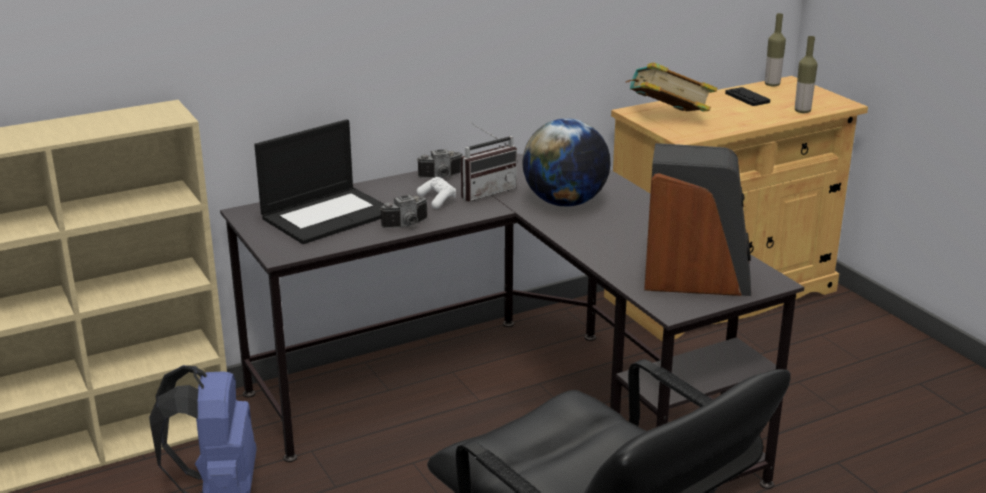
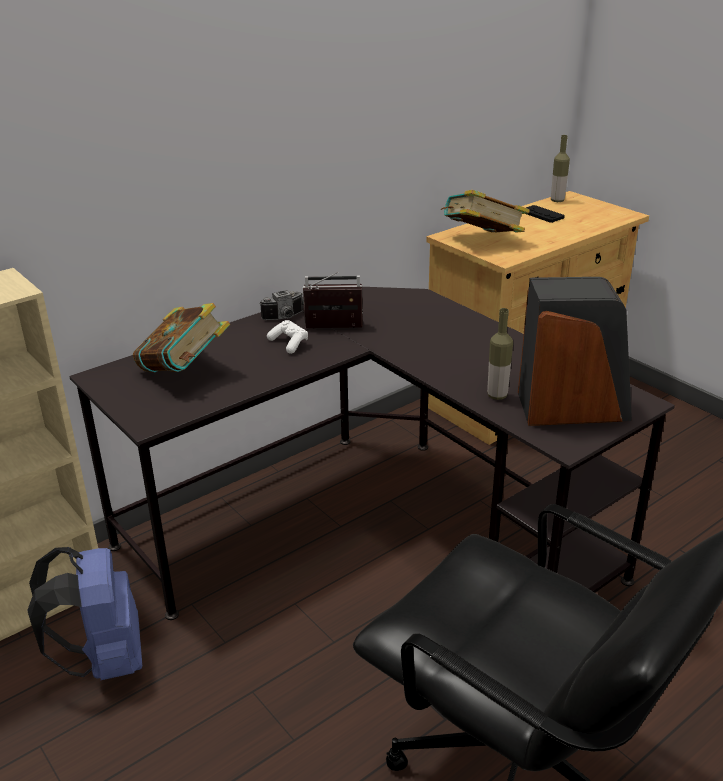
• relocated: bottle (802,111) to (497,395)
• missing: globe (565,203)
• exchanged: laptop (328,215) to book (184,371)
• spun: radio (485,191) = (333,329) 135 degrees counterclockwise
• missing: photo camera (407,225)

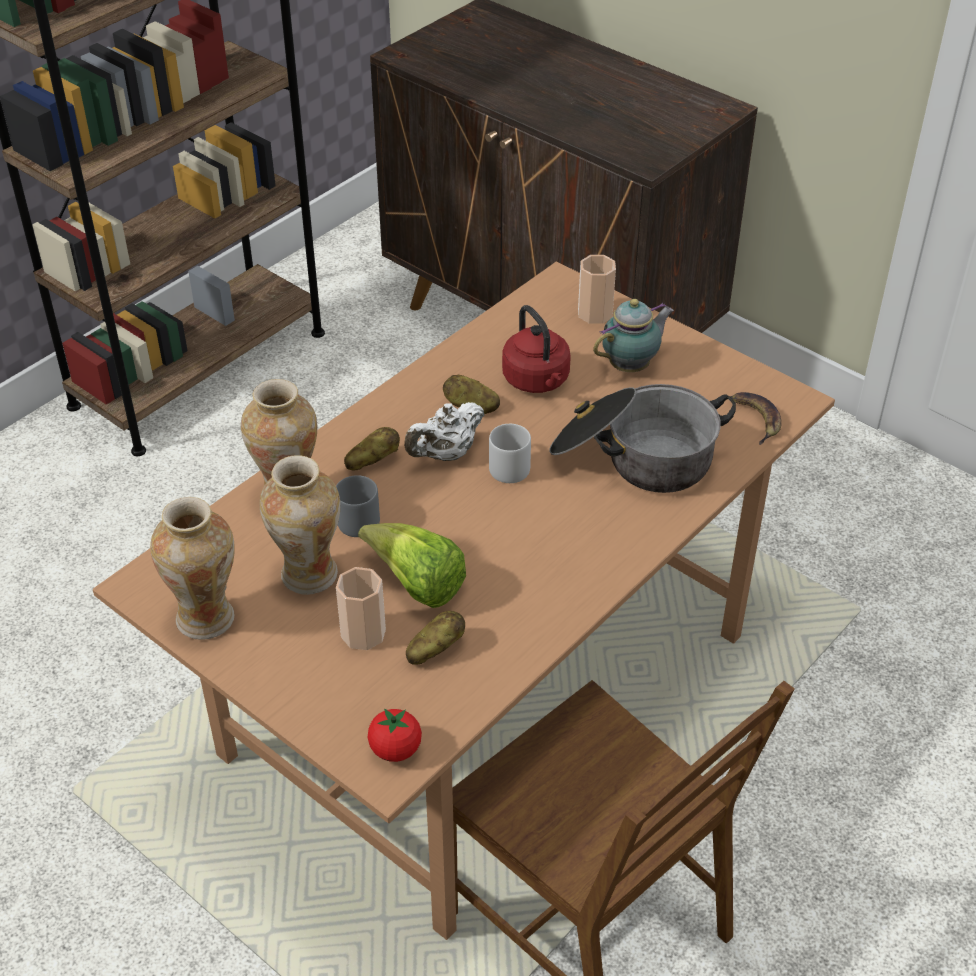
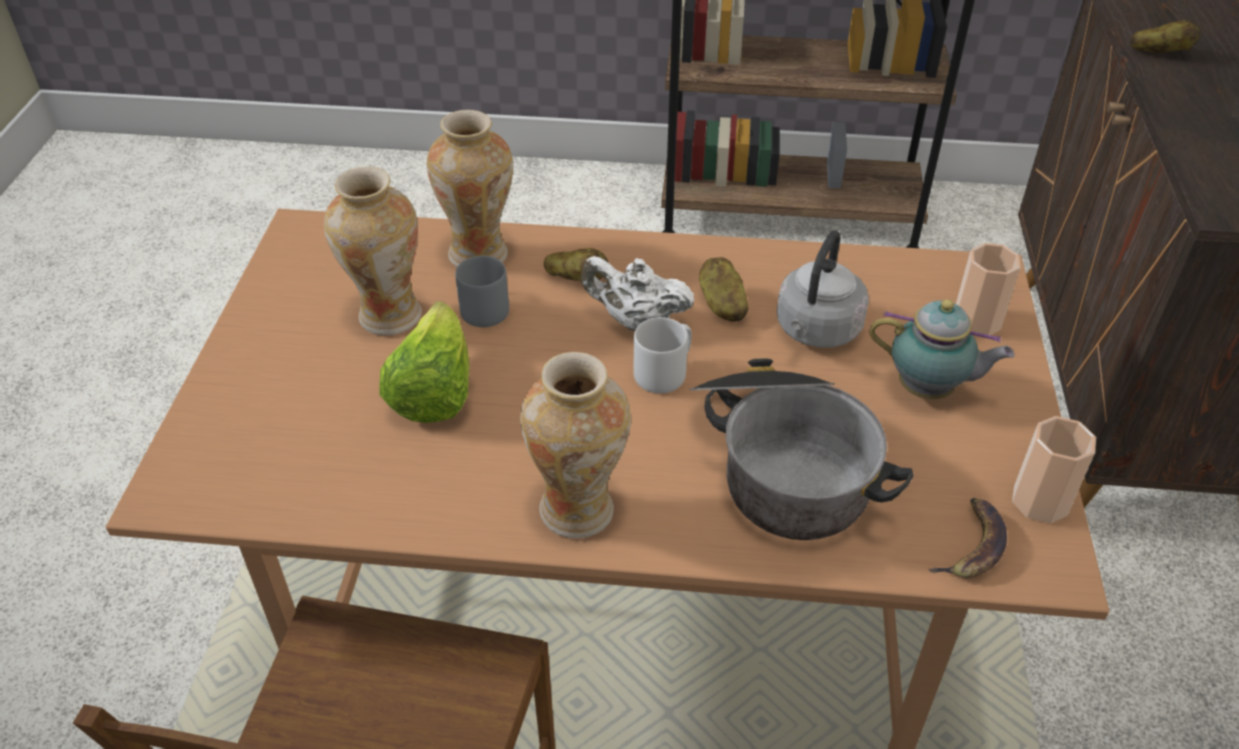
• colour: red kettle (537,381) to grey kettle (816,331)
• relocated: vase (207,617) to (579,510)
• relocated: cup (363,633) to (1040,501)
• relocated: potato (435,649) to (1159,53)
• missing: tomato (395,749)

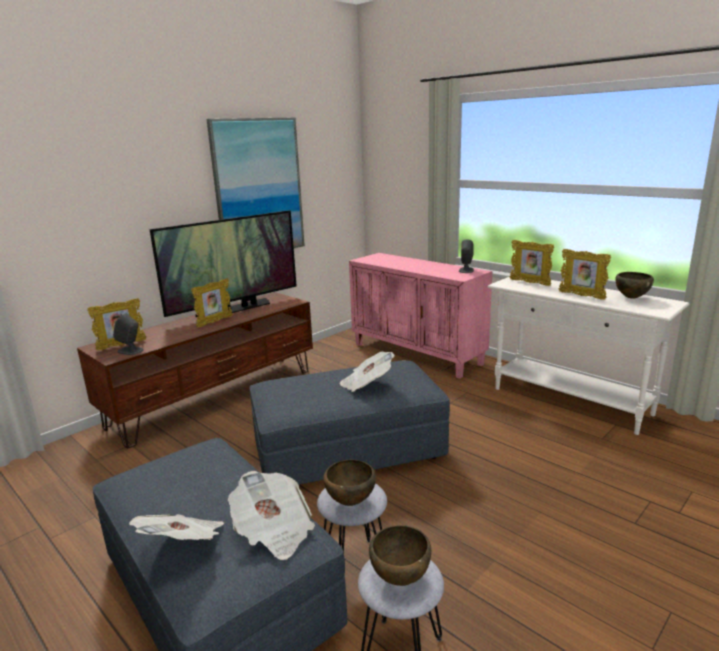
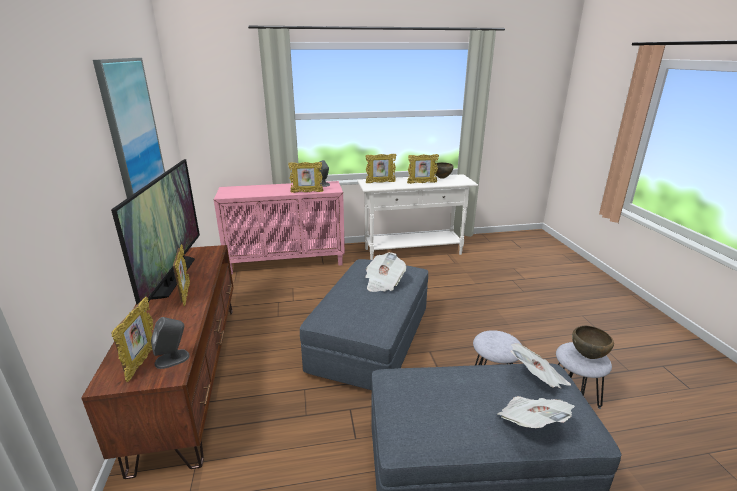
• missing: brown bowl (350,502)
• appeared: picture frame (307,192)

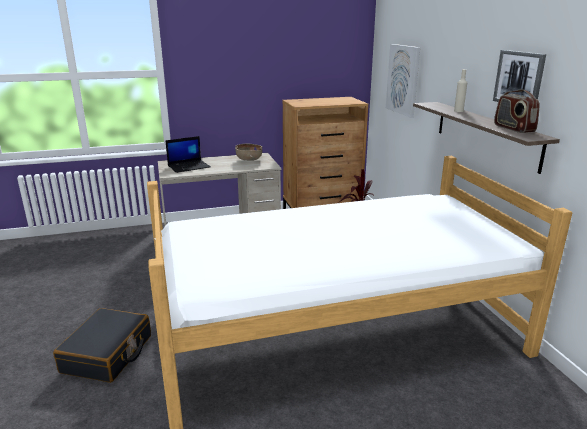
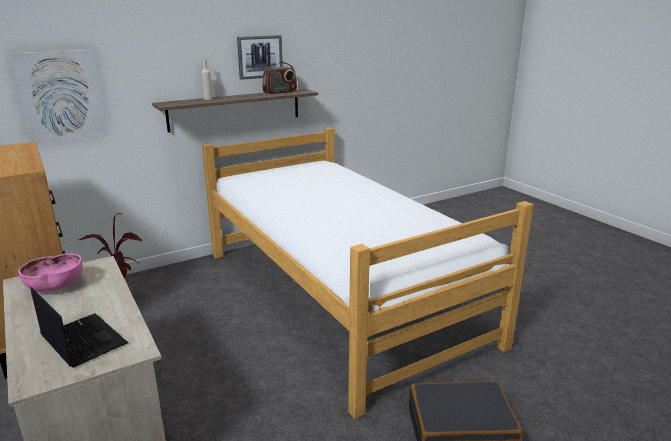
• colour: brown bowl (249,160) to pink bowl (55,287)

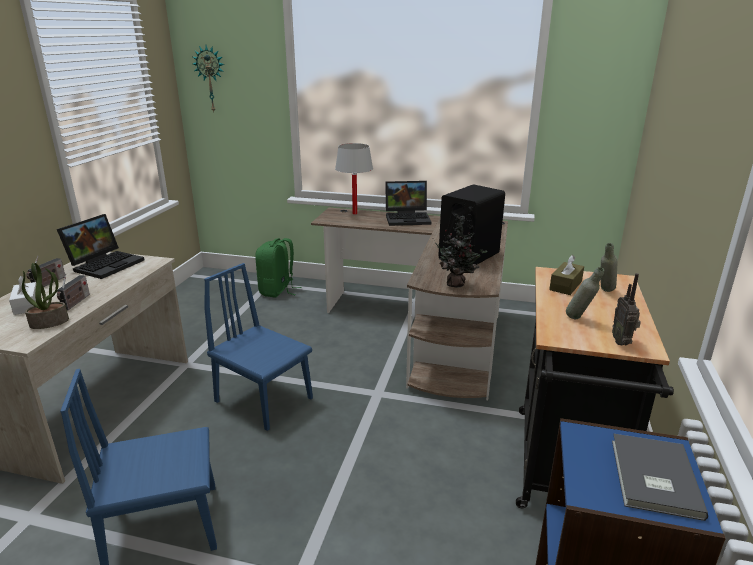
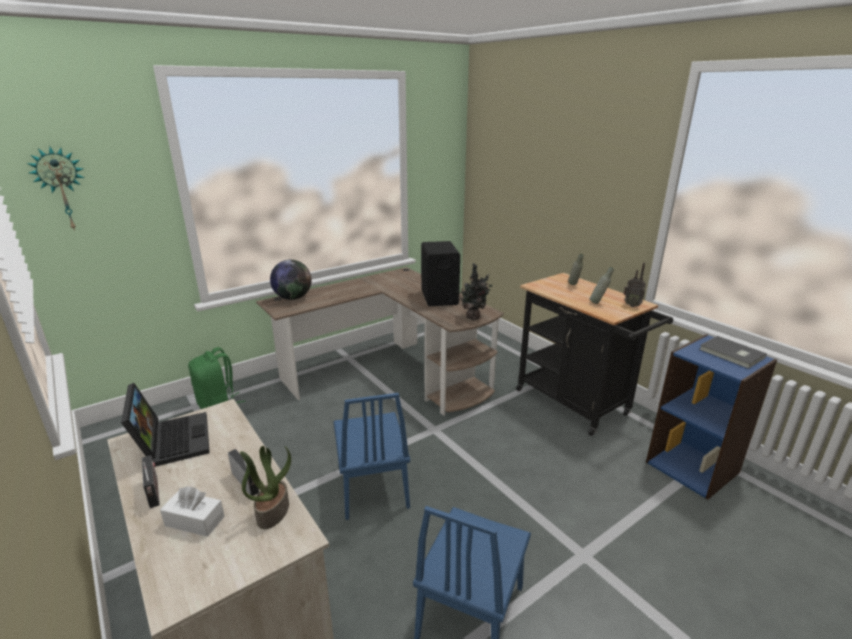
• exchanged: white table lamp (354,213) to globe (293,298)
• missing: laptop (408,218)
• missing: brown tissue box (565,285)
• spun: blue chair (264,400) = (372,486) 90 degrees counterclockwise

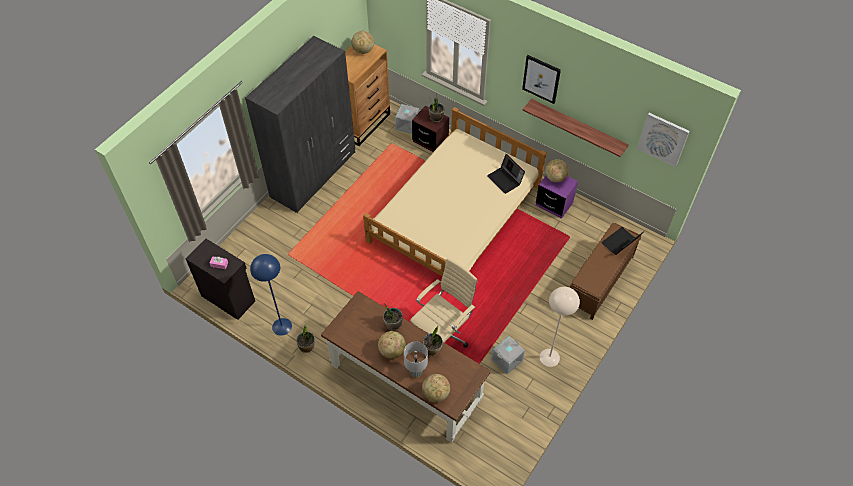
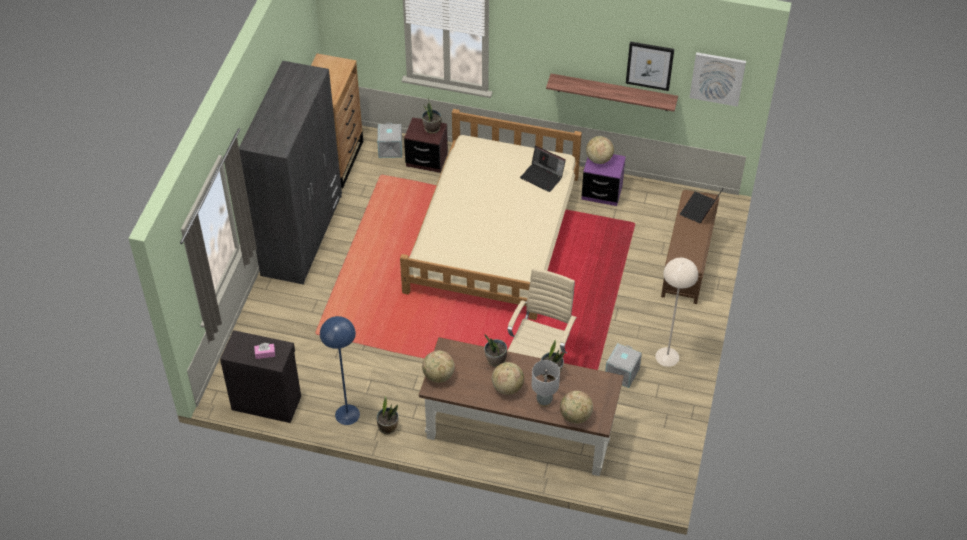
• relocated: globe (363,51) to (438,376)
• relocated: picture (541,79) to (649,65)

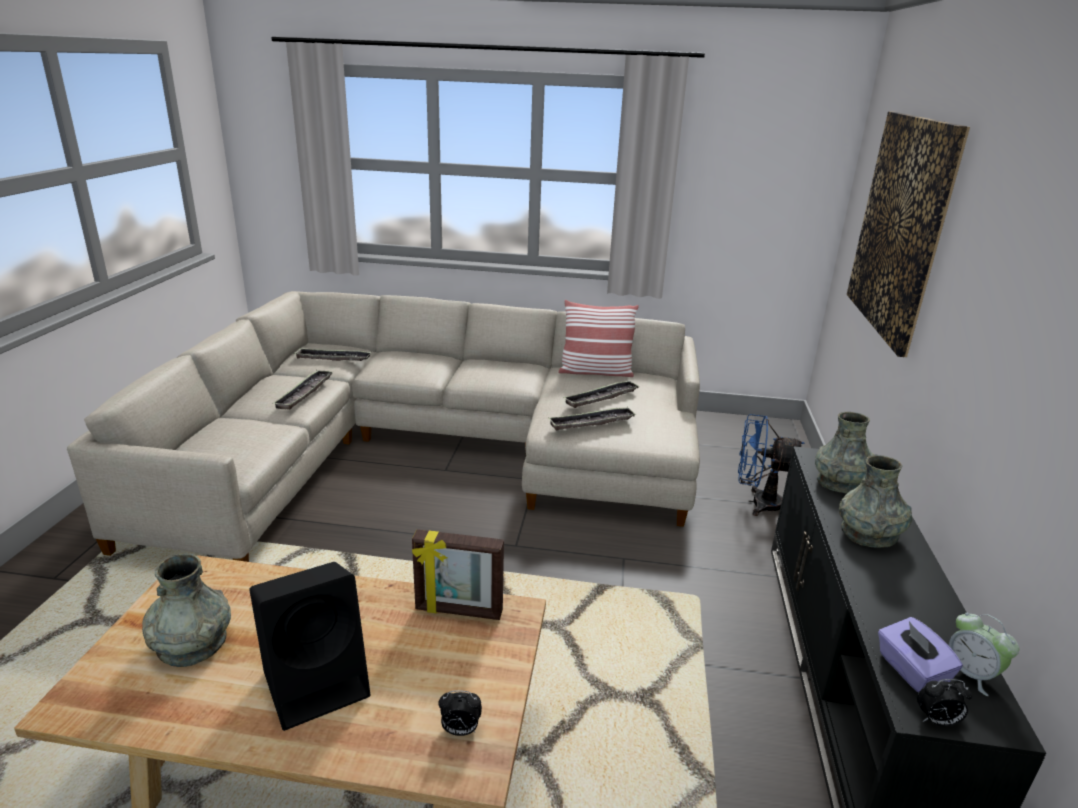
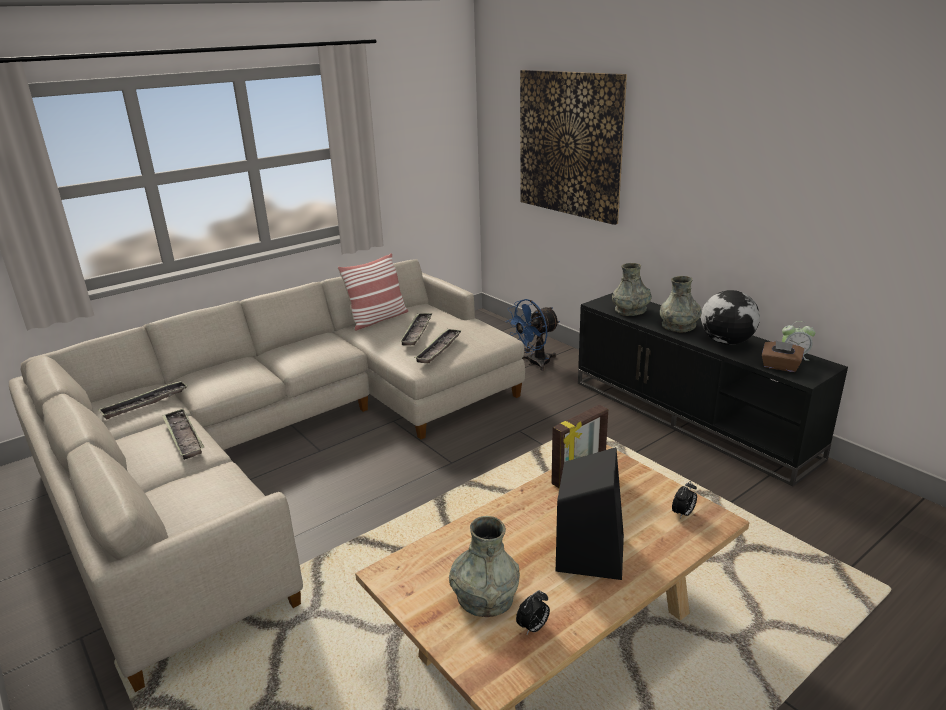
• colour: purple tissue box (910,670) to brown tissue box (780,366)
• relocated: alarm clock (936,721) to (533,628)
• appeared: globe (726,342)

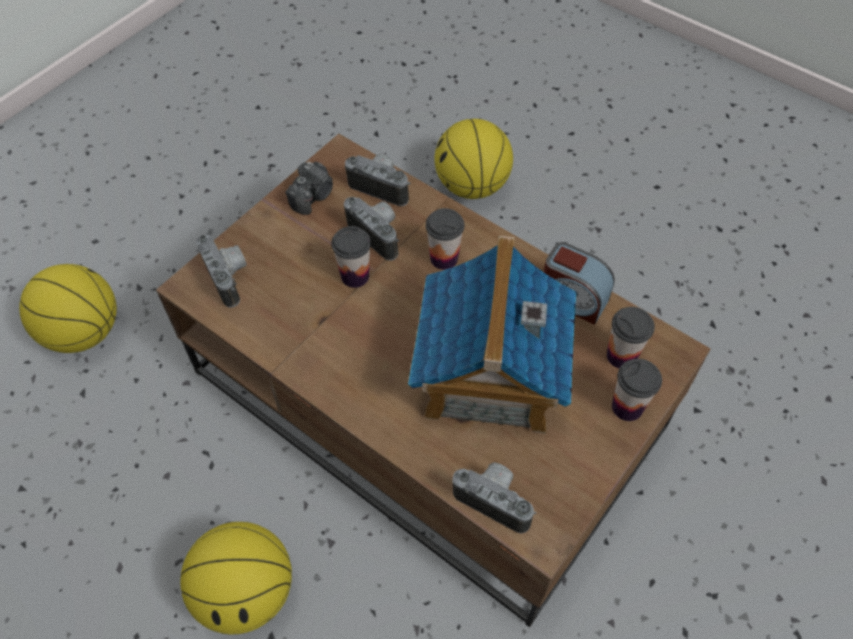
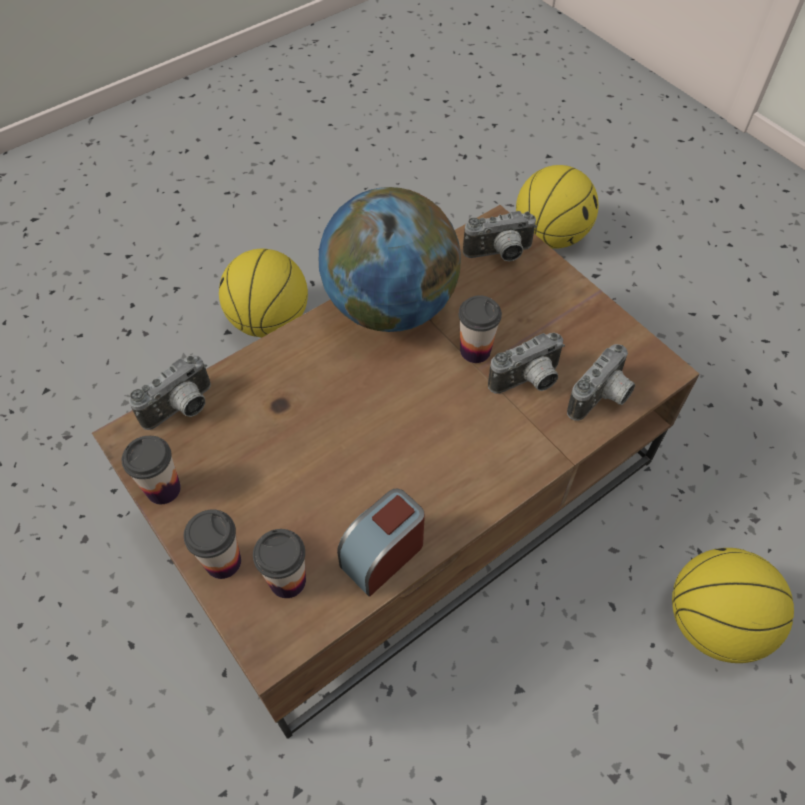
• missing: photo camera (313,196)
• relocated: cup (444,258) to (163,489)
• missing: toy house (489,375)
• appeared: globe (390,306)

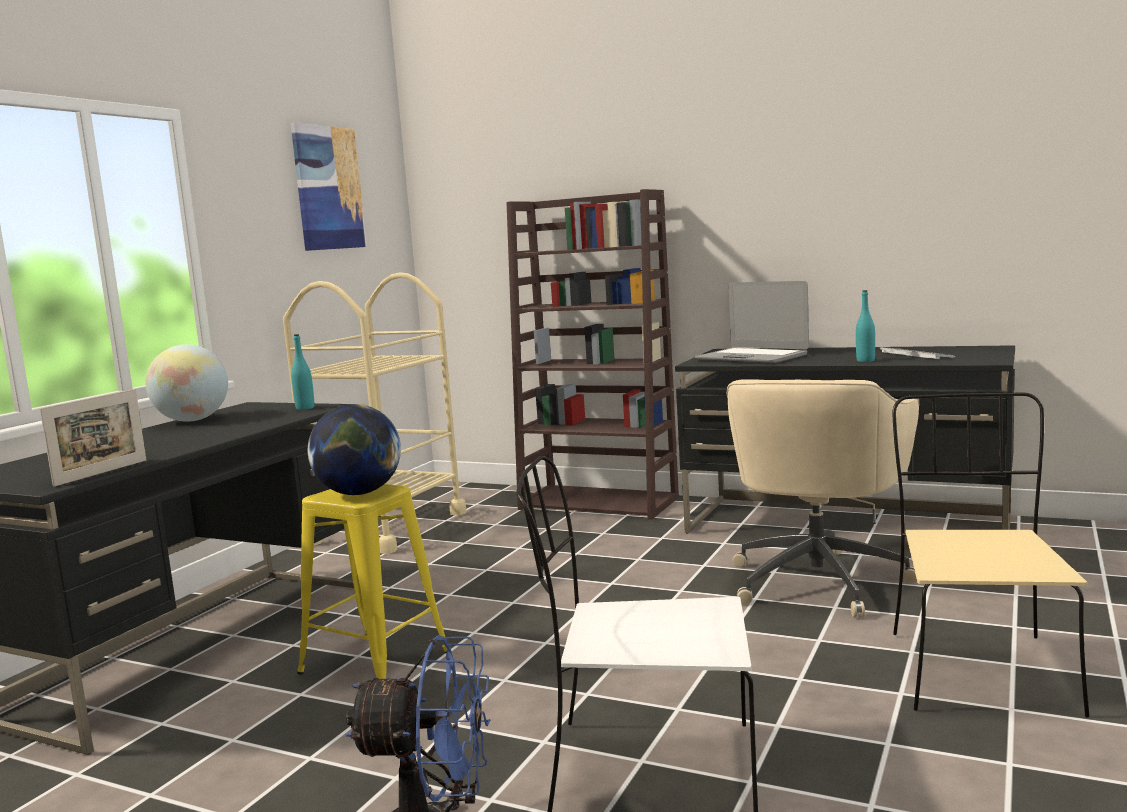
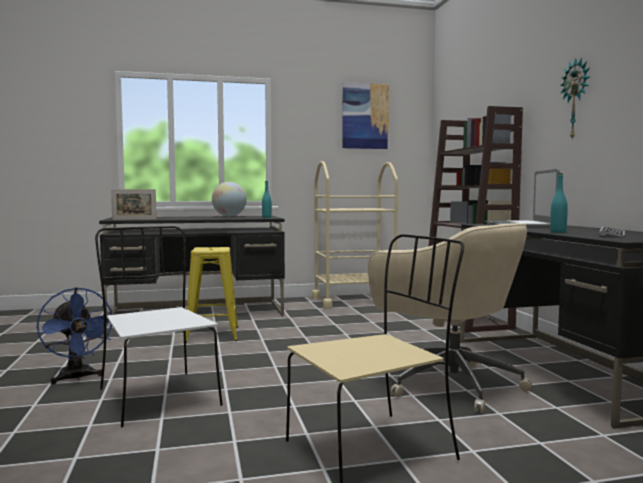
• spun: beige office chair (819,580) = (449,383) 120 degrees counterclockwise
• missing: globe (359,493)
• appeared: wall clock (576,99)

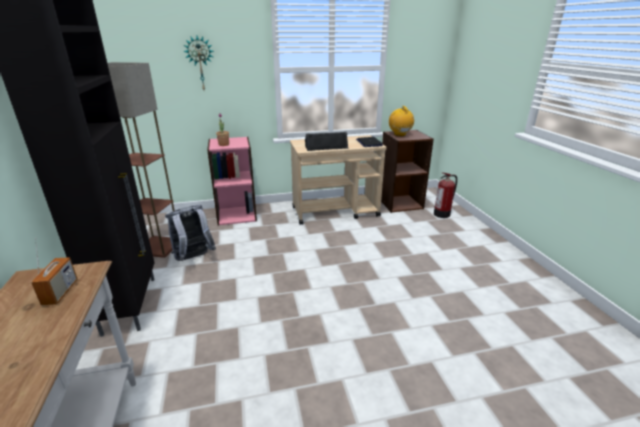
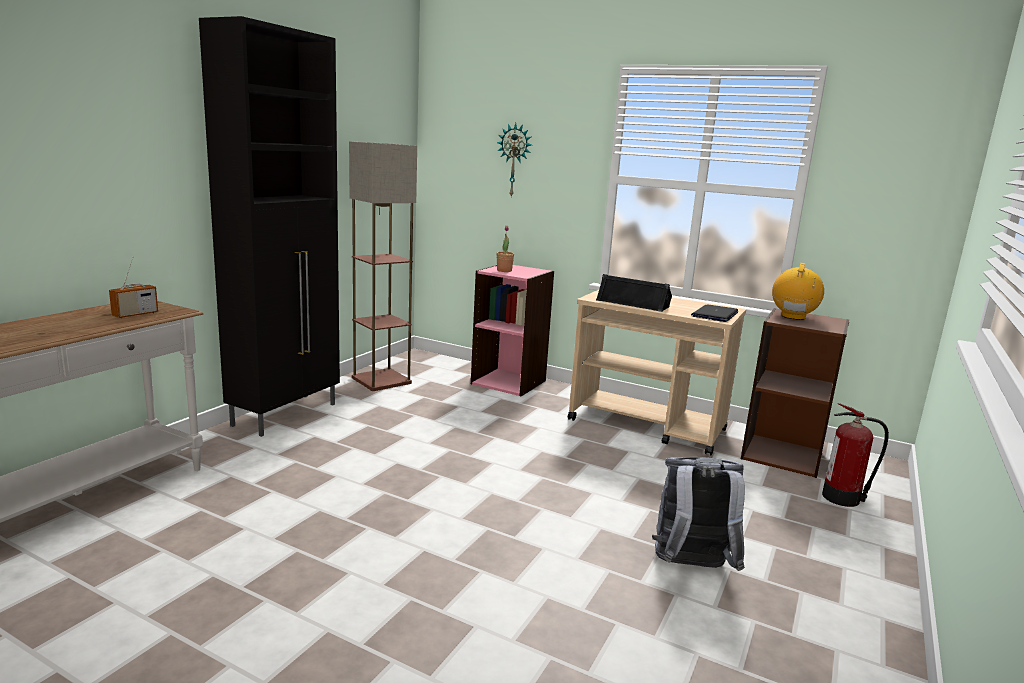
• relocated: grey backpack (193,258) to (691,567)

